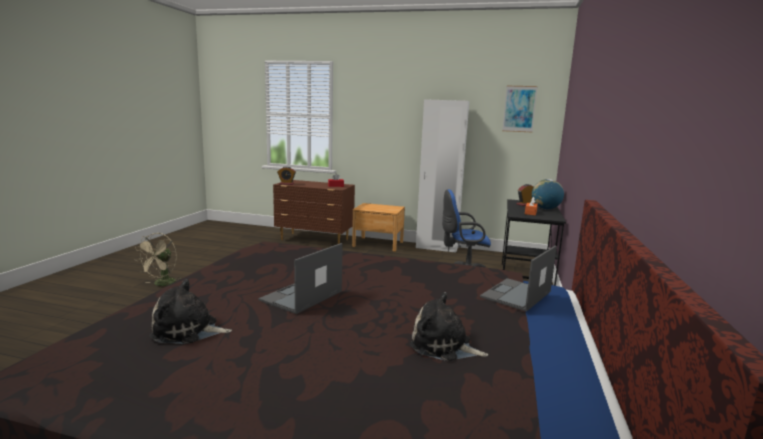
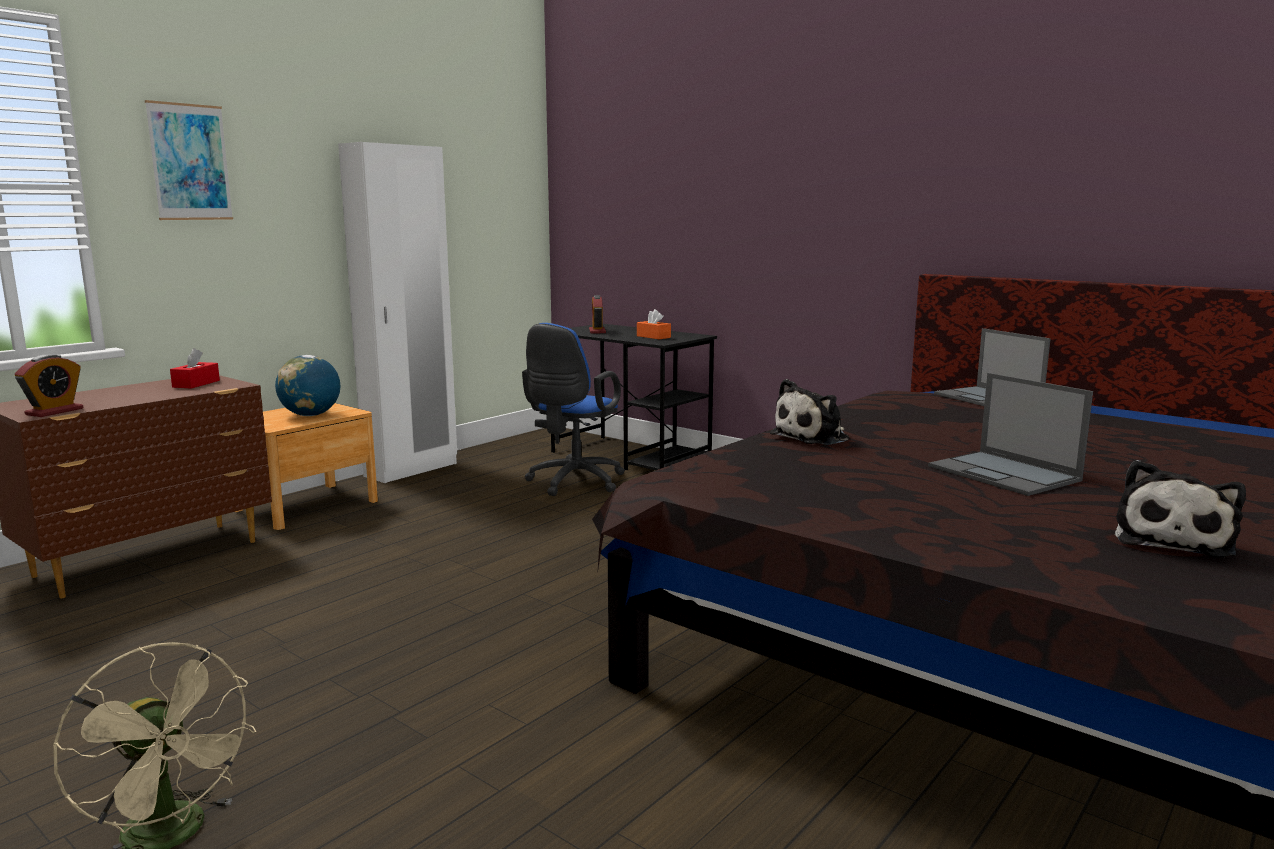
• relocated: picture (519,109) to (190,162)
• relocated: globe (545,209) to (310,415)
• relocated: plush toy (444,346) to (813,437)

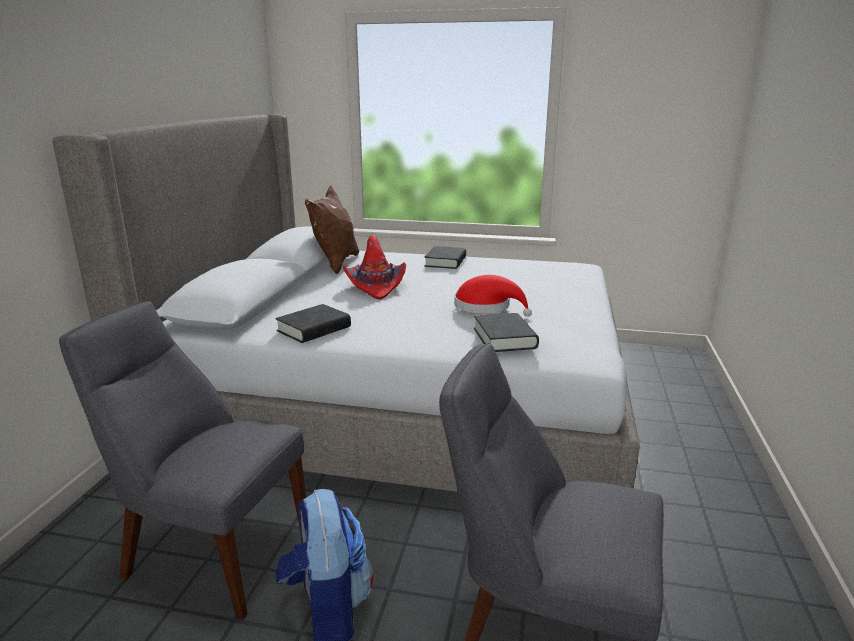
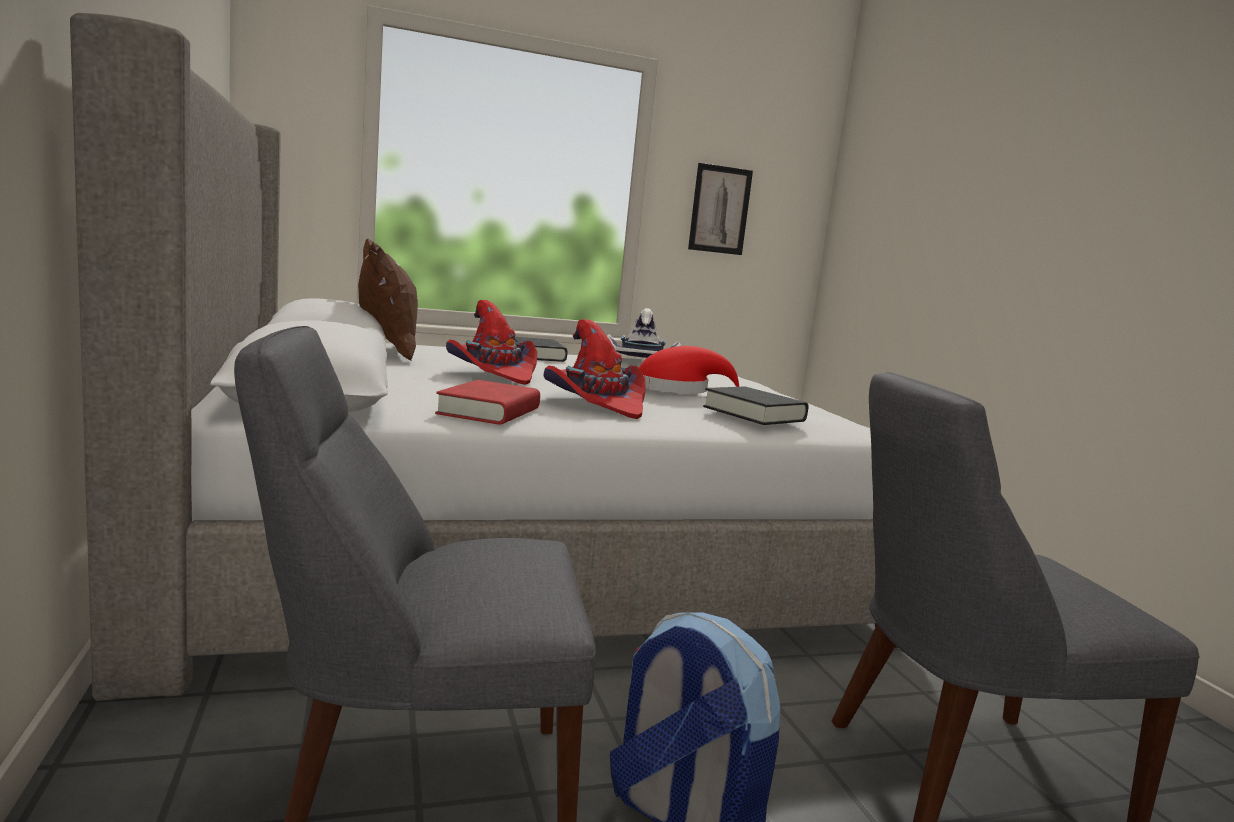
• colour: black book (314,329) to red book (489,412)
• appeared: picture (719,209)
• appeared: white hat (640,362)
• appeared: red hat (597,403)

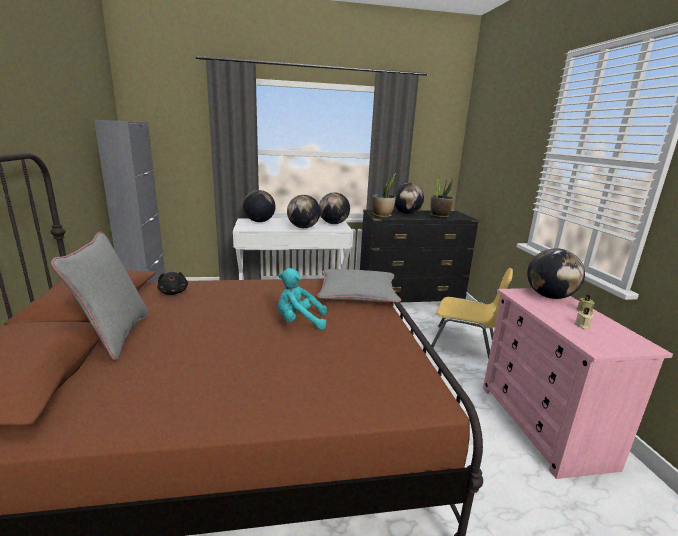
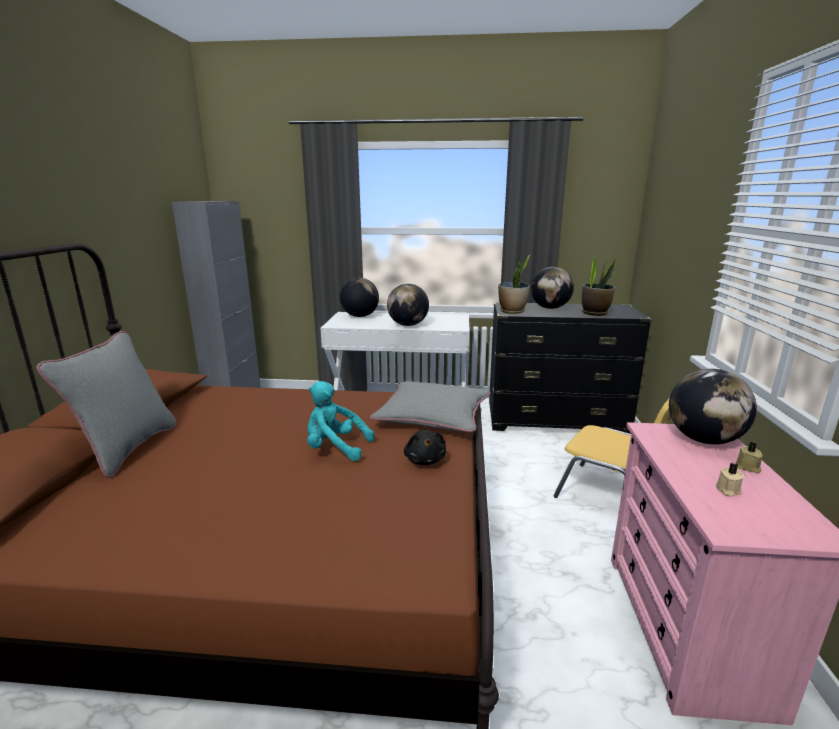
• missing: globe (333,223)
• relocated: black plush toy (173,292) to (425,460)

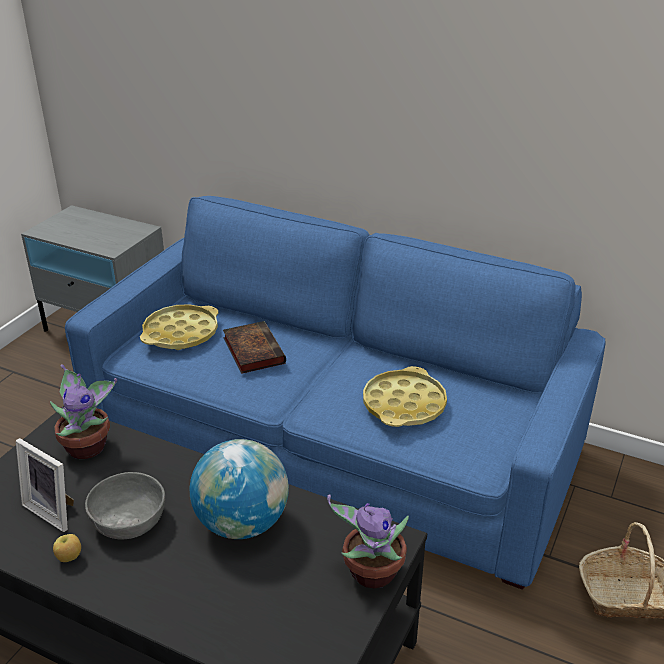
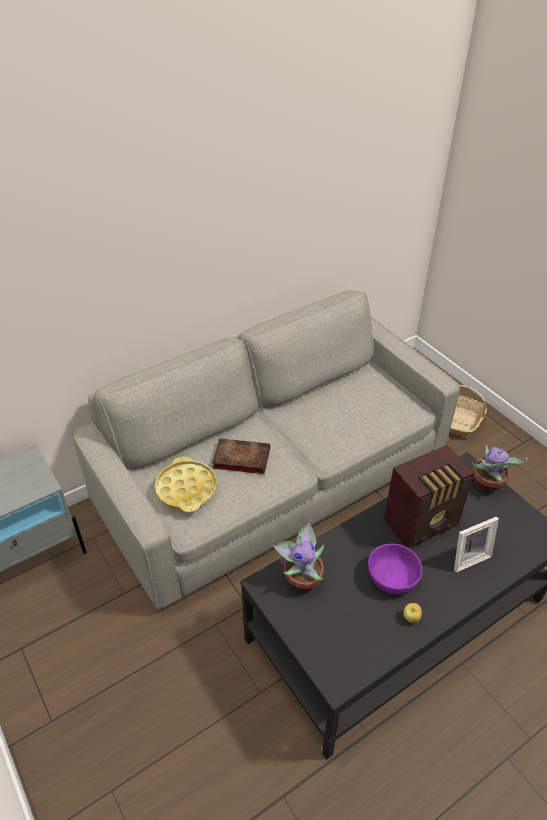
• colour: blue sofa (332,442) to grey sofa (272,478)
• missing: yellow tray (404,404)
• relocated: picture frame (54,510) to (467,557)
• exchanged: globe (242,523) to radio (422,523)
• colour: grey bowl (129,521) to purple bowl (392,577)

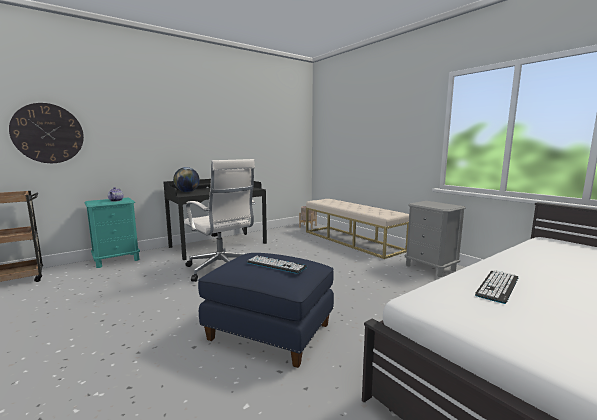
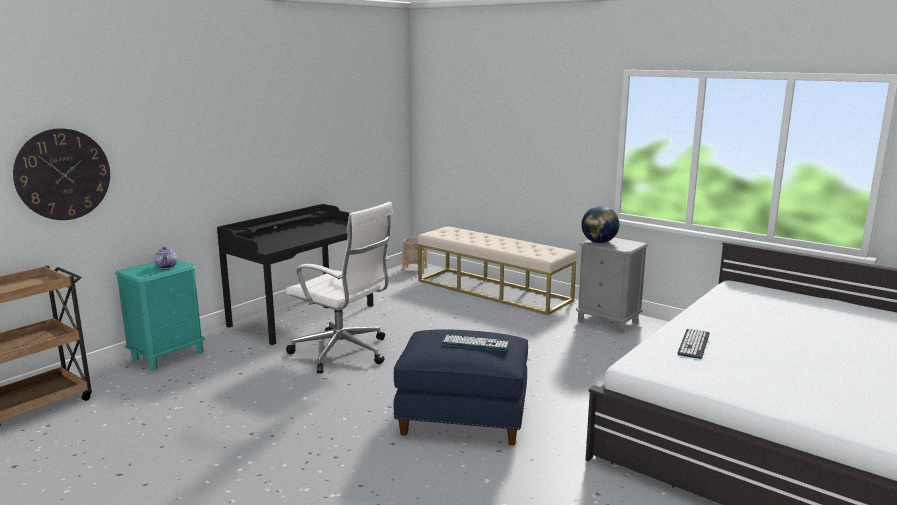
• relocated: globe (187,192) to (599,242)

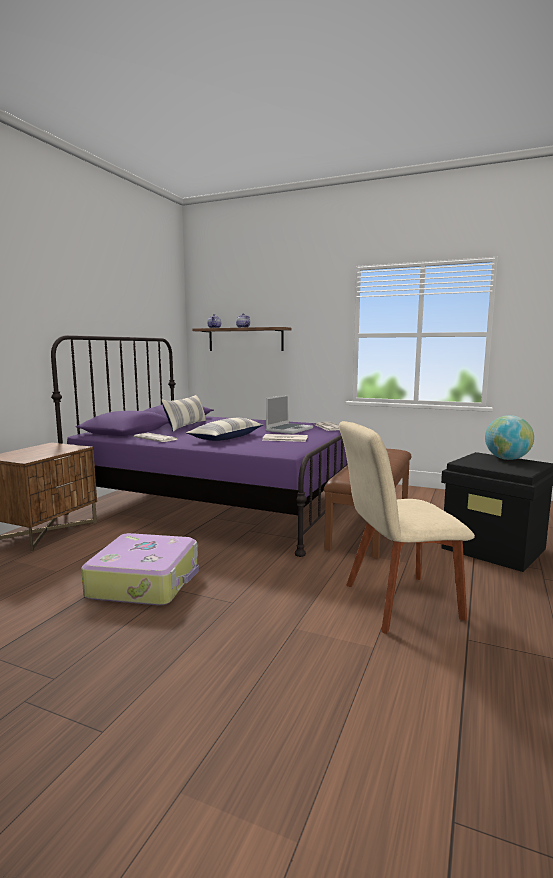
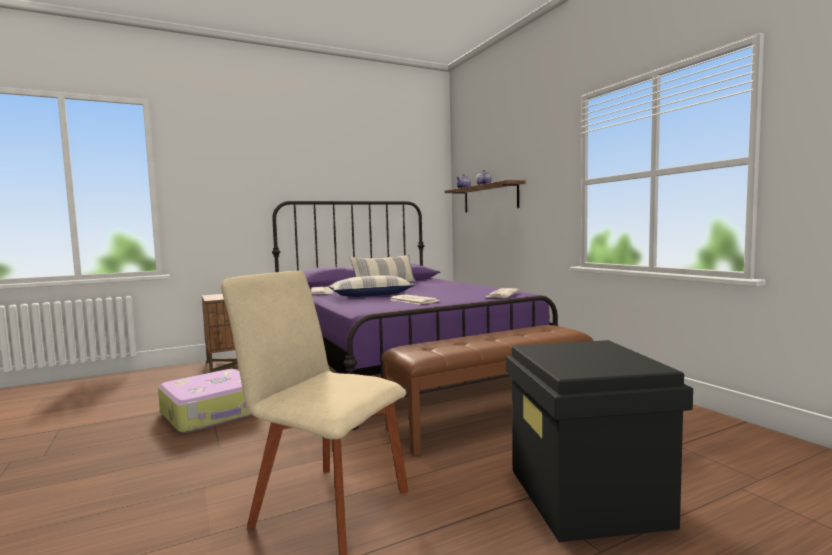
• missing: laptop (289,429)
• missing: globe (507,459)

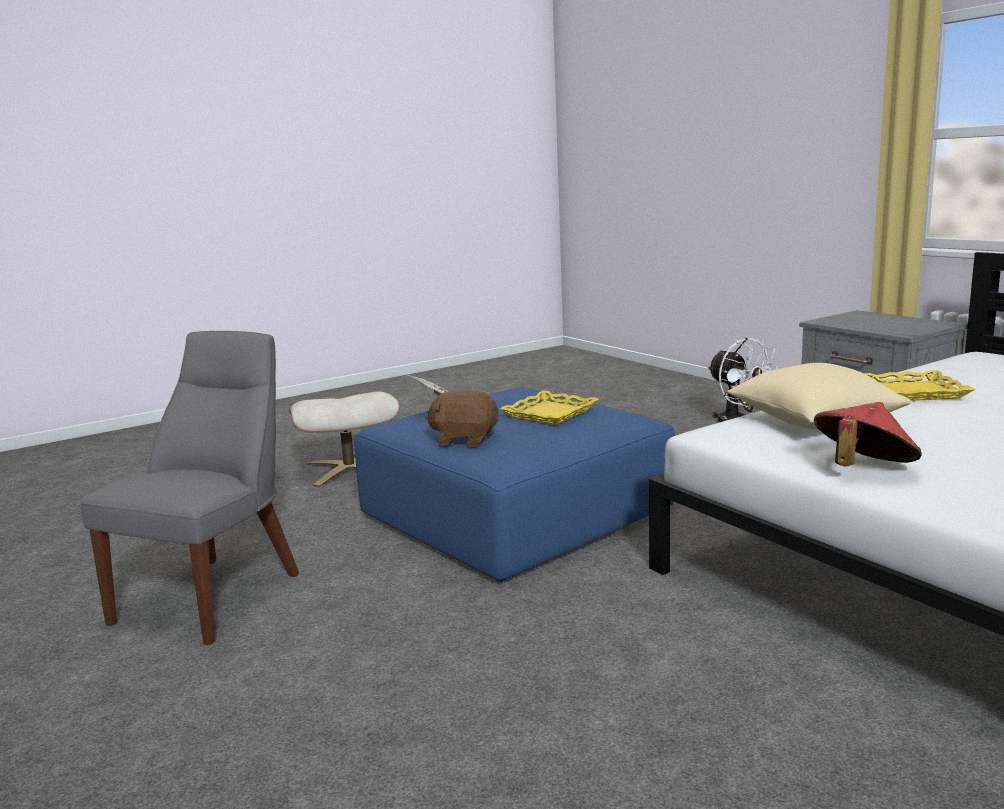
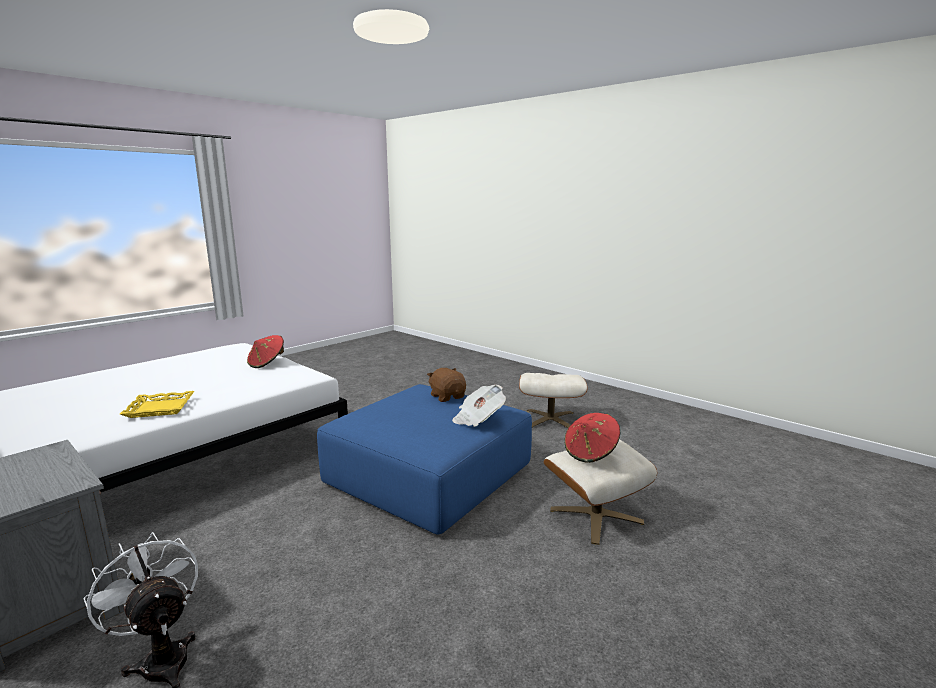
• exchanged: grey chair (215,594) to beige ottoman (550,420)
• missing: beige pillow (813,422)
• spun: brown plush toy (465,439) = (447,396) 120 degrees counterclockwise
• missing: yellow tray (550,413)
• appeared: red hat (591,453)

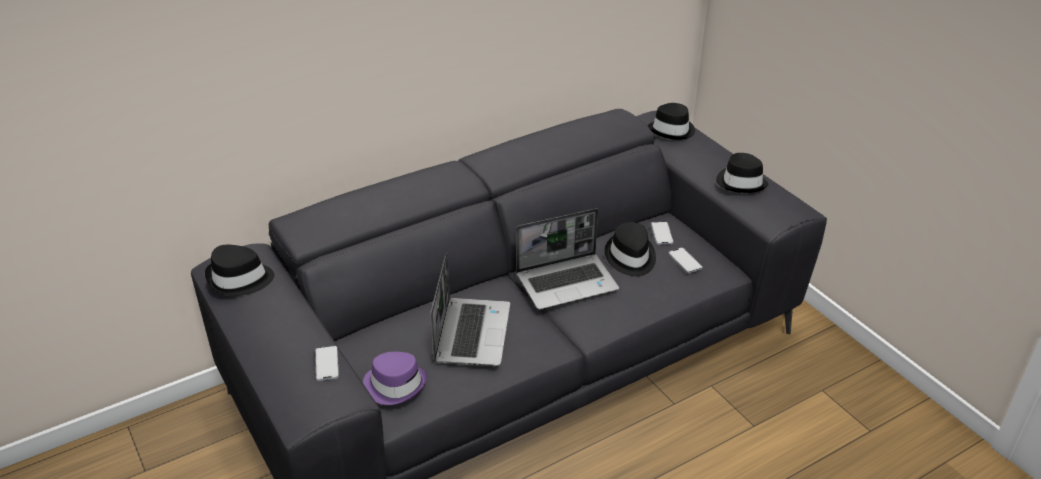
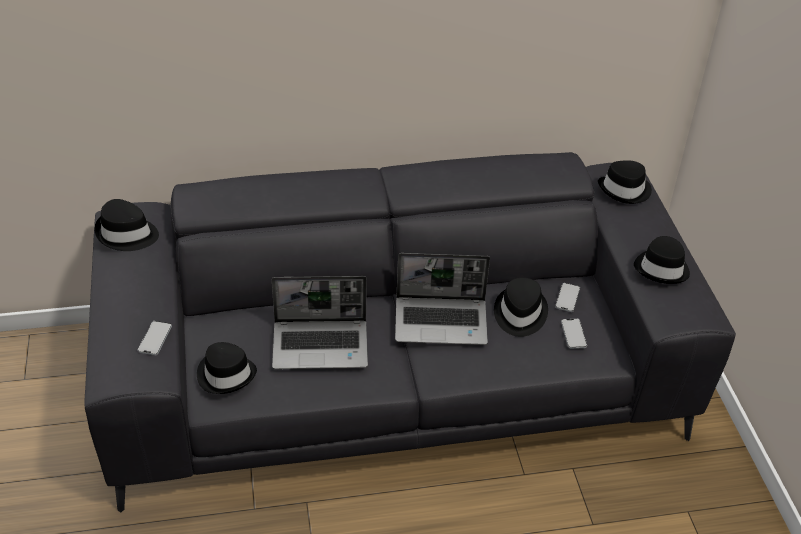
• spun: laptop (471,332) = (321,345) 60 degrees clockwise
• colour: purple hat (395,385) to black hat (226,374)

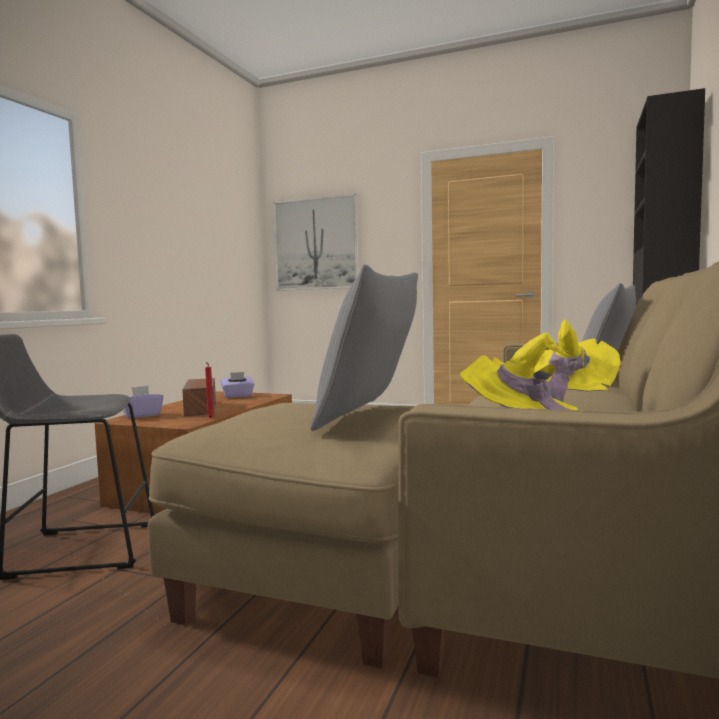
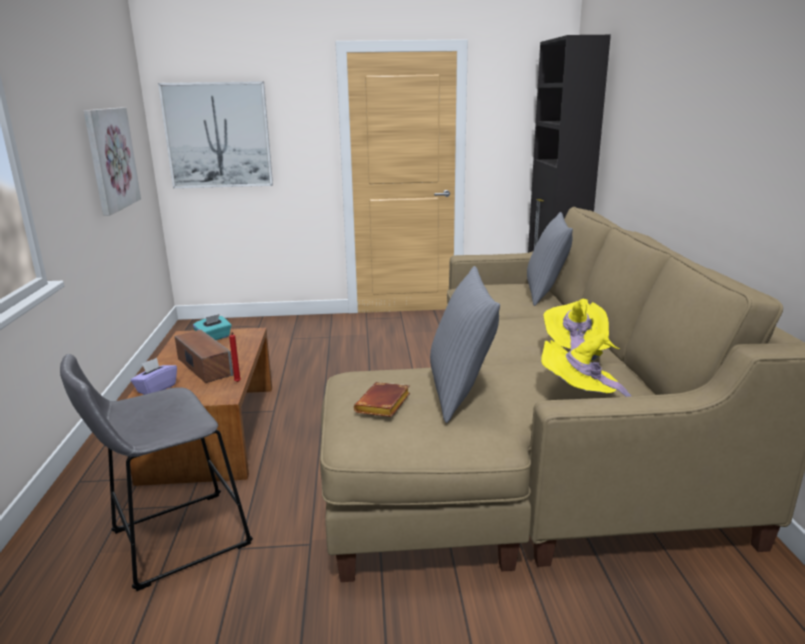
• colour: purple tissue box (238,396) to turquoise tissue box (214,338)
• appeared: picture (111,159)
• appeared: brown book (384,405)

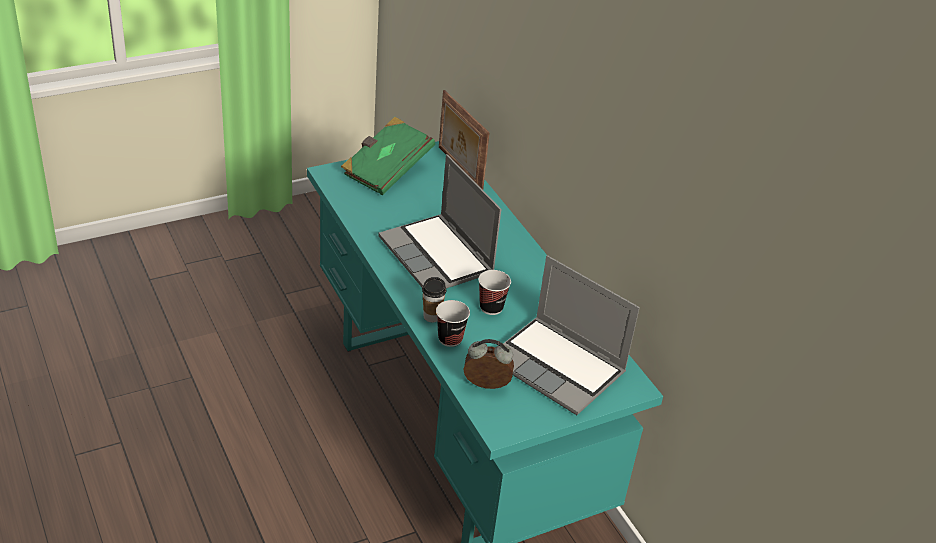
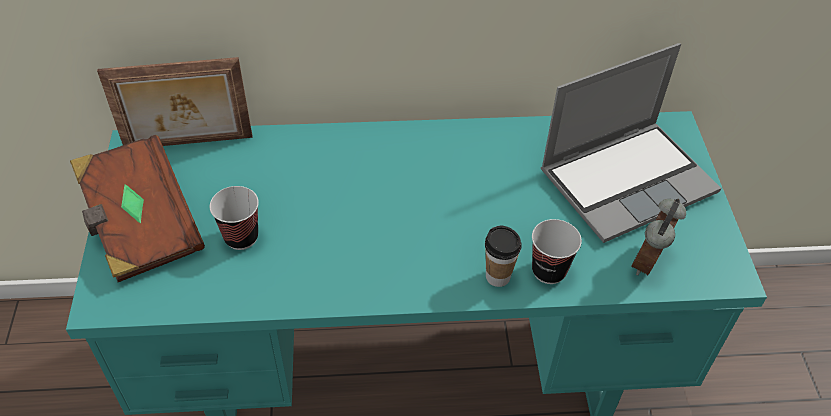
• colour: green book (386,170) to brown book (141,226)
• missing: laptop (438,256)
• relocated: cup (491,307) to (241,237)

